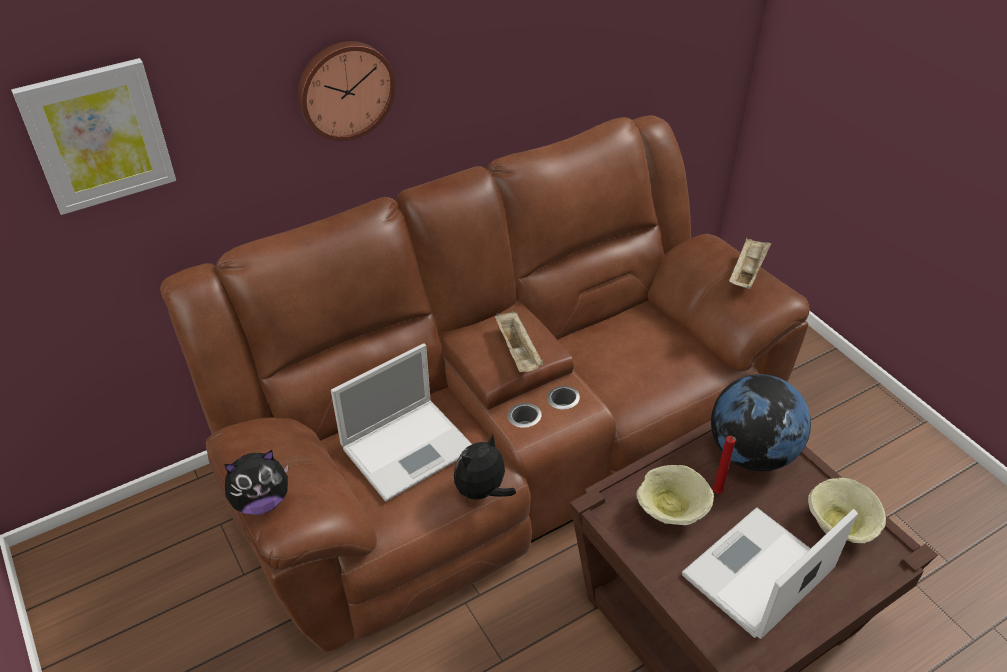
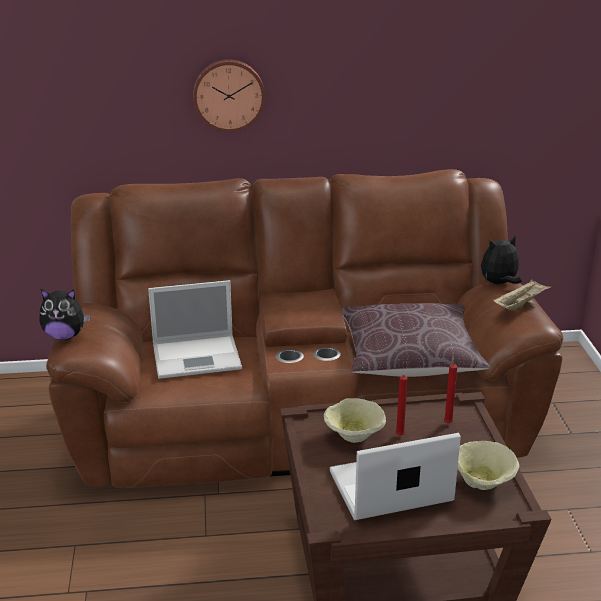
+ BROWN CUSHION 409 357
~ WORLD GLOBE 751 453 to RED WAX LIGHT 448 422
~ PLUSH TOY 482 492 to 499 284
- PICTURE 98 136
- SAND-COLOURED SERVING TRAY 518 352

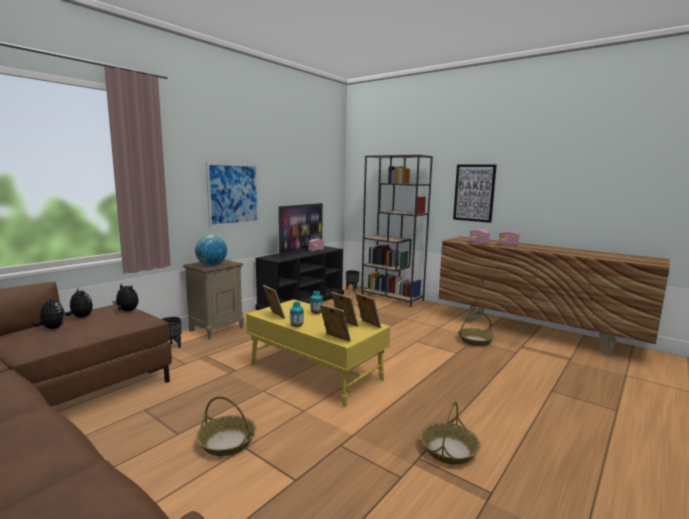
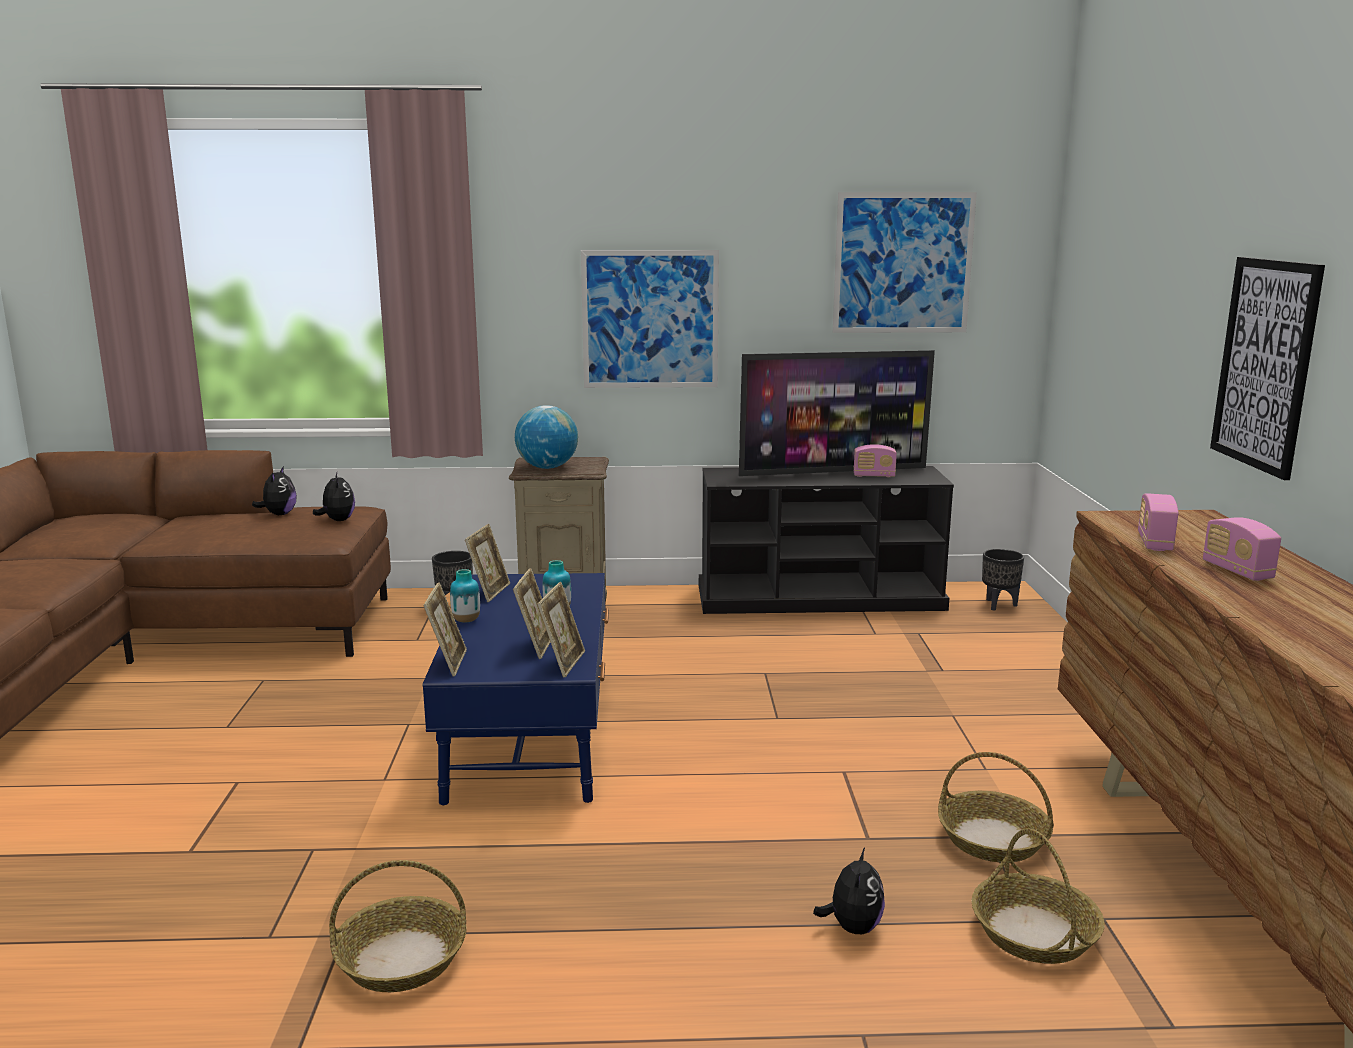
~ YELLOW LOW TABLE 314 372 to BLUE-COLOURED LOW TABLE 529 733
~ PLUSH TOY 52 328 to 852 927
+ PICTURE 903 263
~ BASKET 227 442 to 1035 933
- SHELVING UNIT 392 298

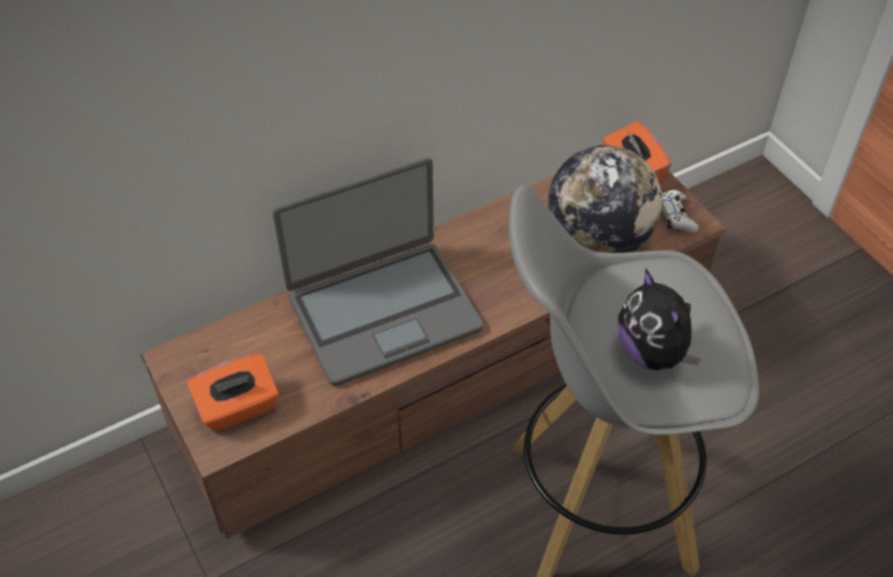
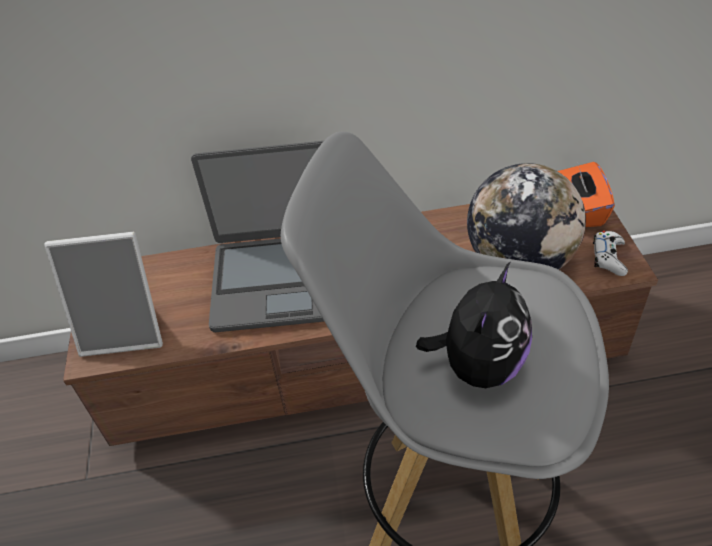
~ ORANGEY BOX OF TISSUES 238 408 to STANDING FRAME 126 329
~ PLUSH TOY 653 352 = 479 366 150 degrees counterclockwise

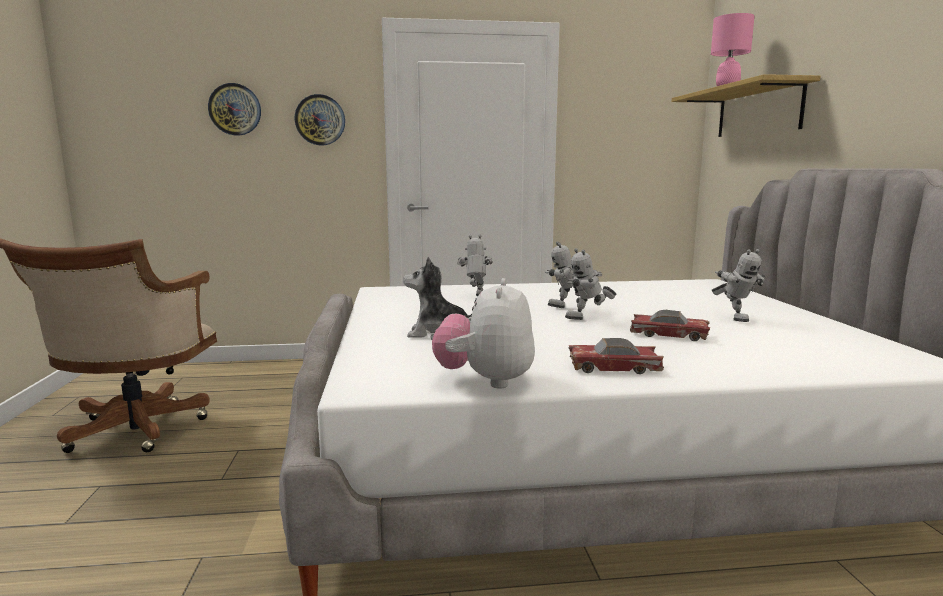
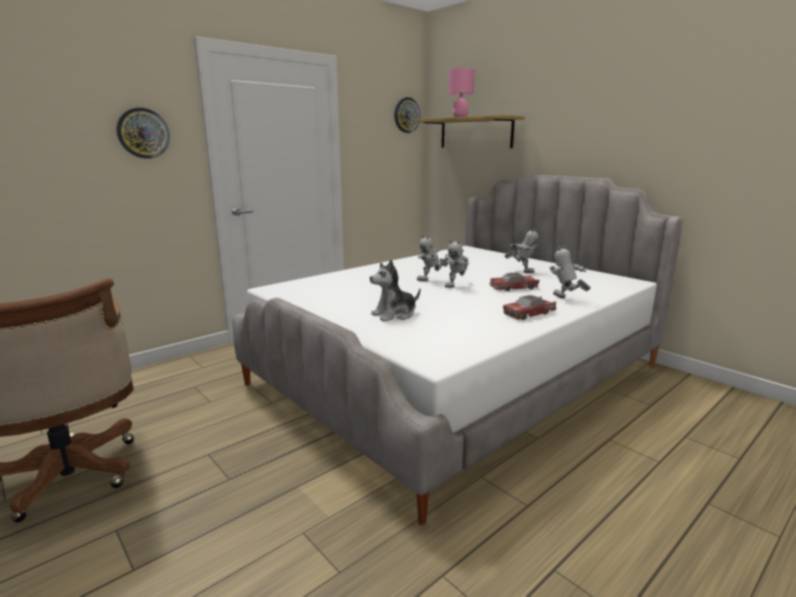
~ CLOCK ON THE WALL 235 109 to 406 115
~ MODEL ROBOT 476 297 to 565 299
- PLUSH TOY 486 381

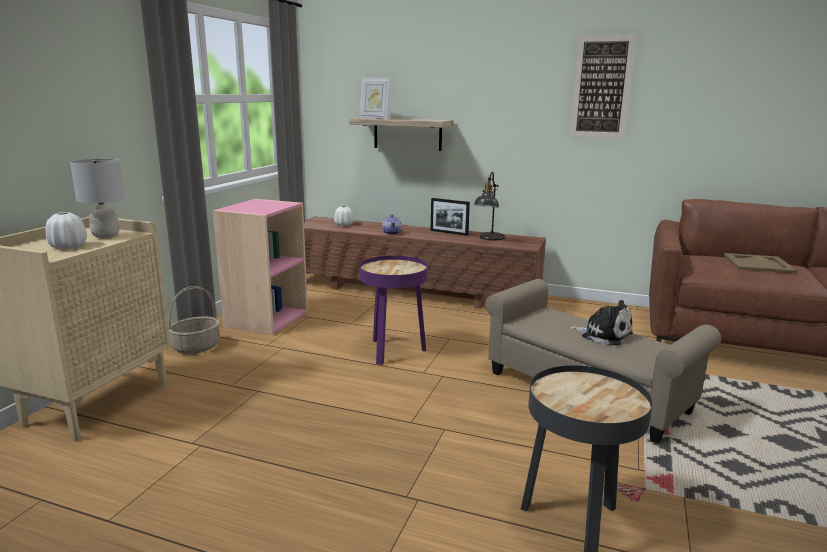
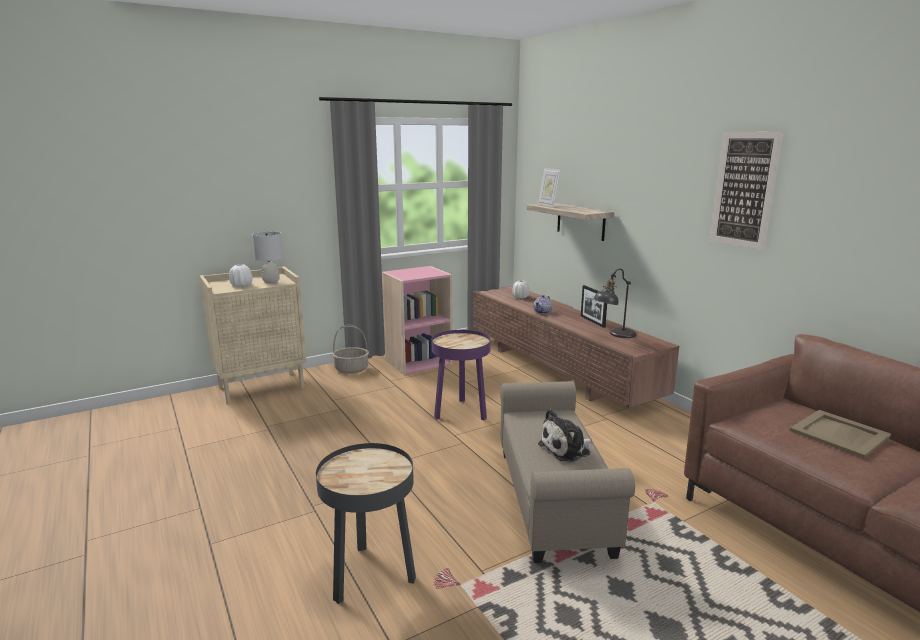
~ PLUSH TOY 603 334 = 567 449 75 degrees clockwise

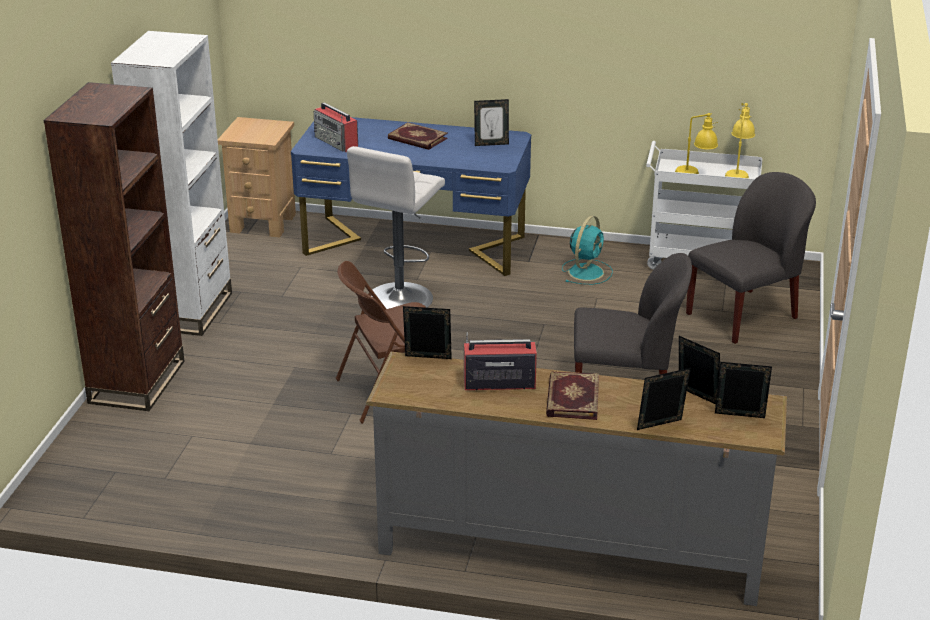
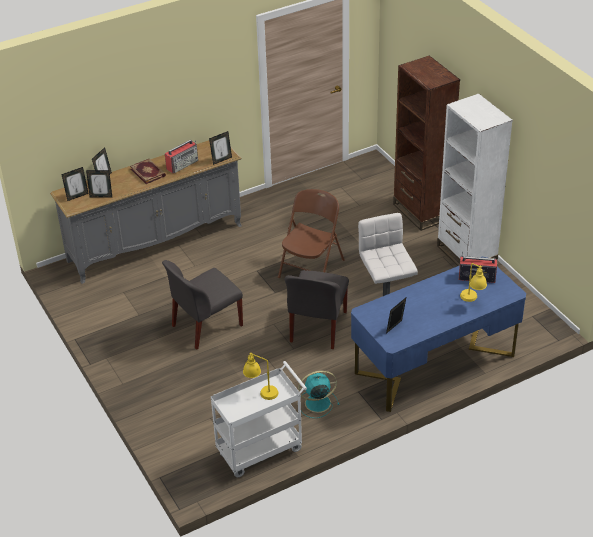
~ GREY CHAIR 744 315 to 317 328
~ TURQUOISE COOLING FAN 586 271 = 316 403 90 degrees clockwise
~ YELLOW TABLETOP LAMP 737 172 to 472 300
- SAND-COLOURED NIGHT TABLE 263 223
- VOLUME 417 139

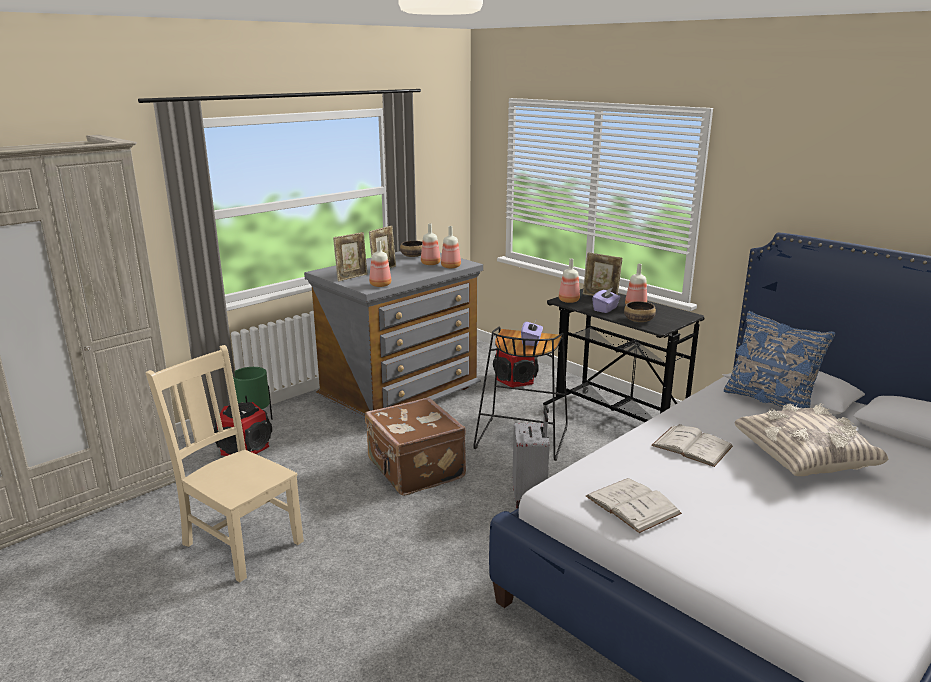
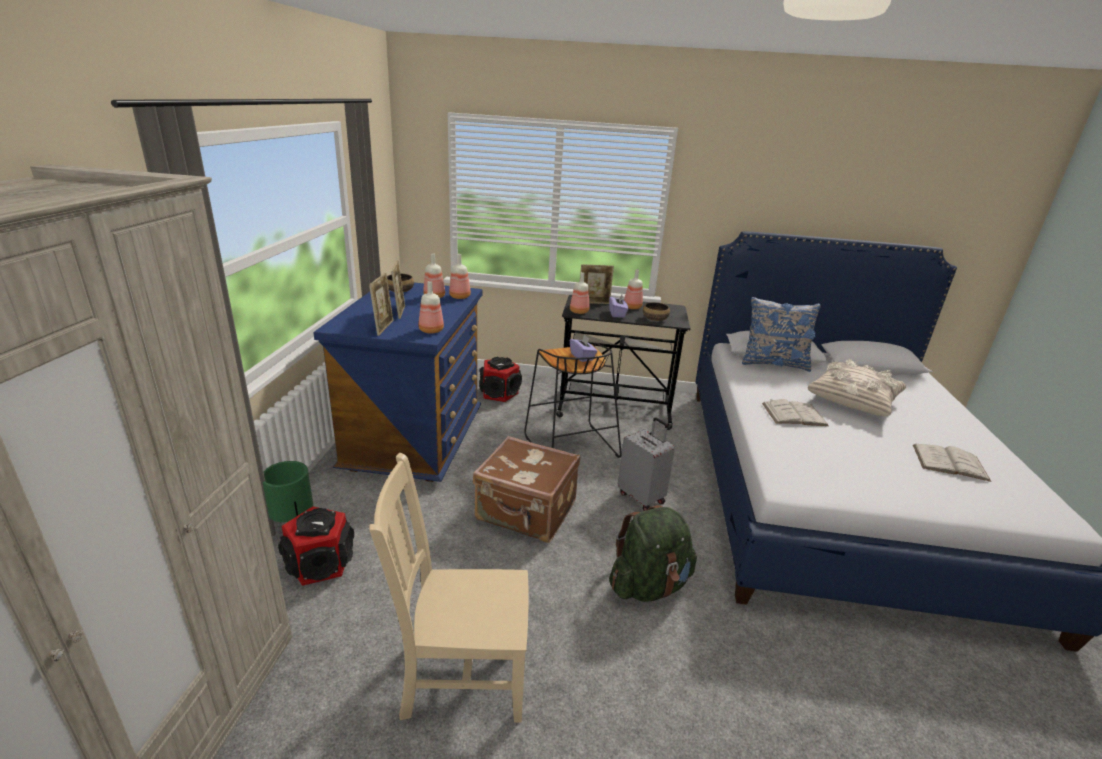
~ GREY DRAWER CHEST 400 394 to BLUE-COLOURED DRAWER CHEST 415 439
+ GREEN BACKPACK 649 585
~ WHITE VOLUME 632 505 to 949 462

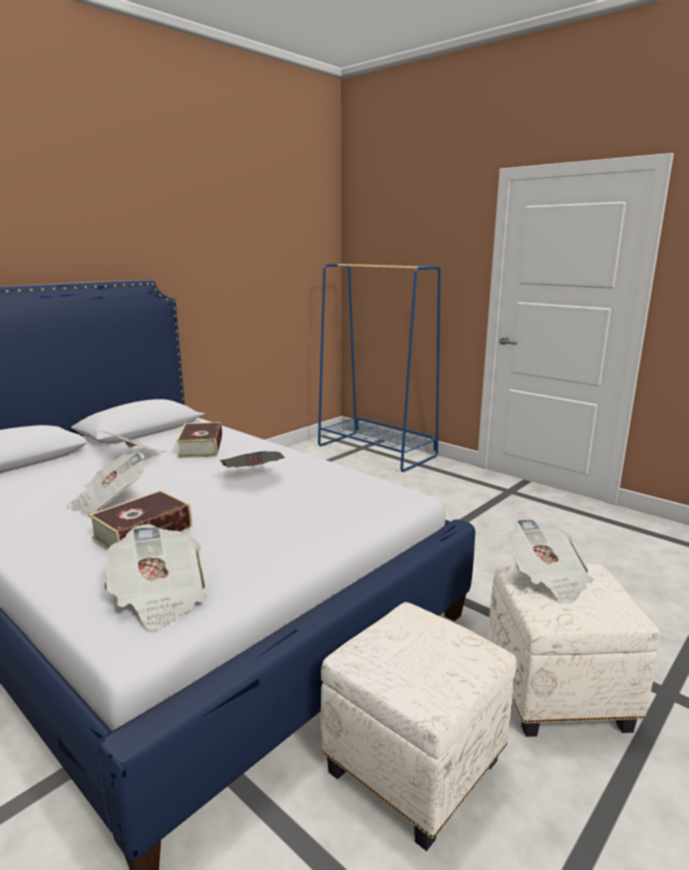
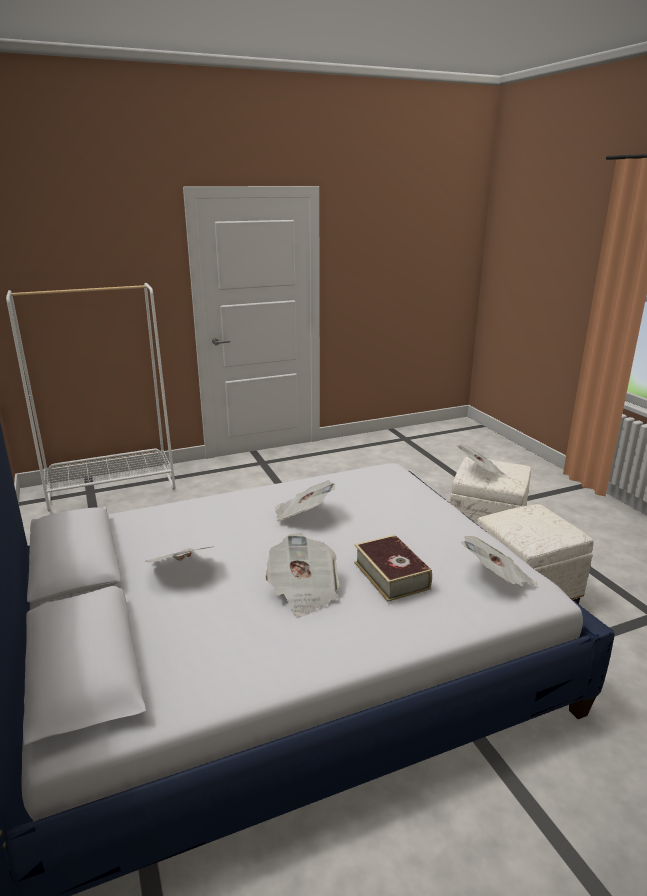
~ BLUE-COLOURED CLOTHES RACK 376 451 to WHITE CLOTHES RACK 111 487
- VOLUME 201 447

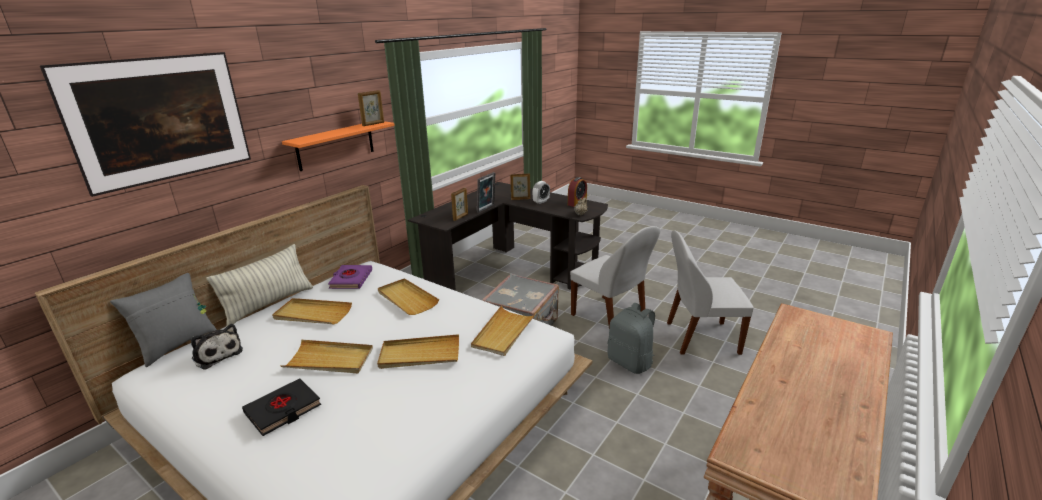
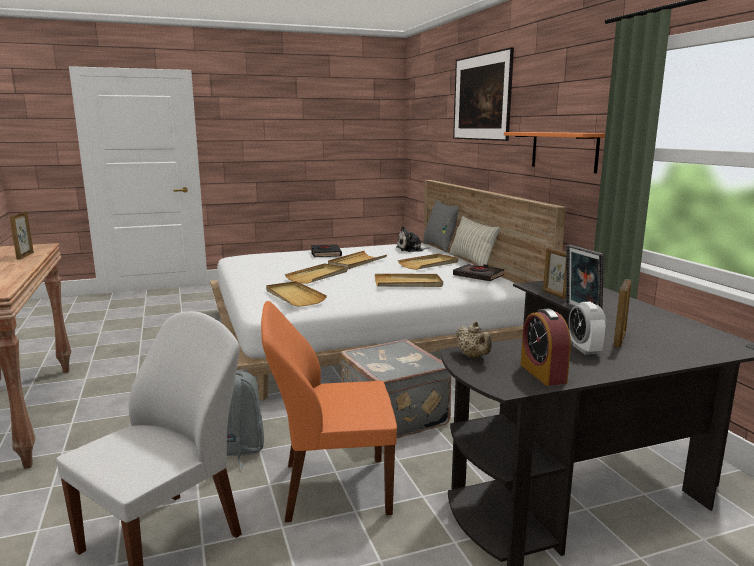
~ STANDING FRAME 373 124 to 25 256
~ WHITE CHAIR 609 317 to ORANGEY CHAIR 332 488
~ PURPLE VOLUME 351 280 to BLACK VOLUME 478 276

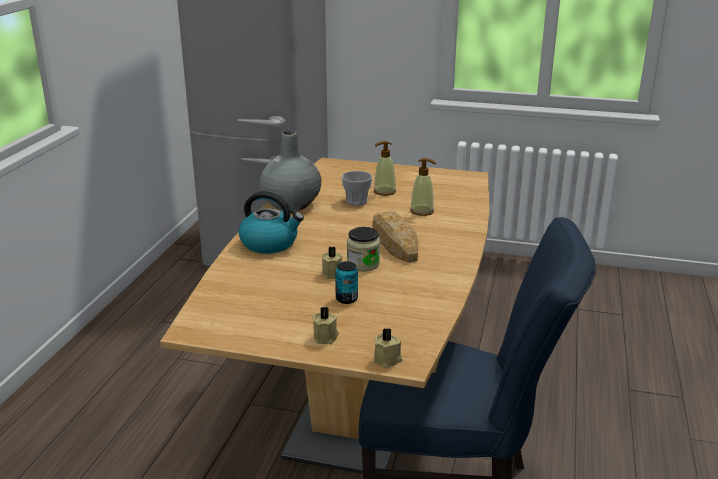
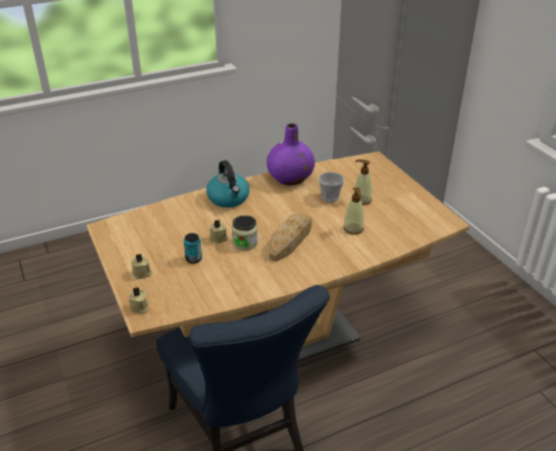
~ GREY VASE 291 204 to PURPLE VASE 290 178

